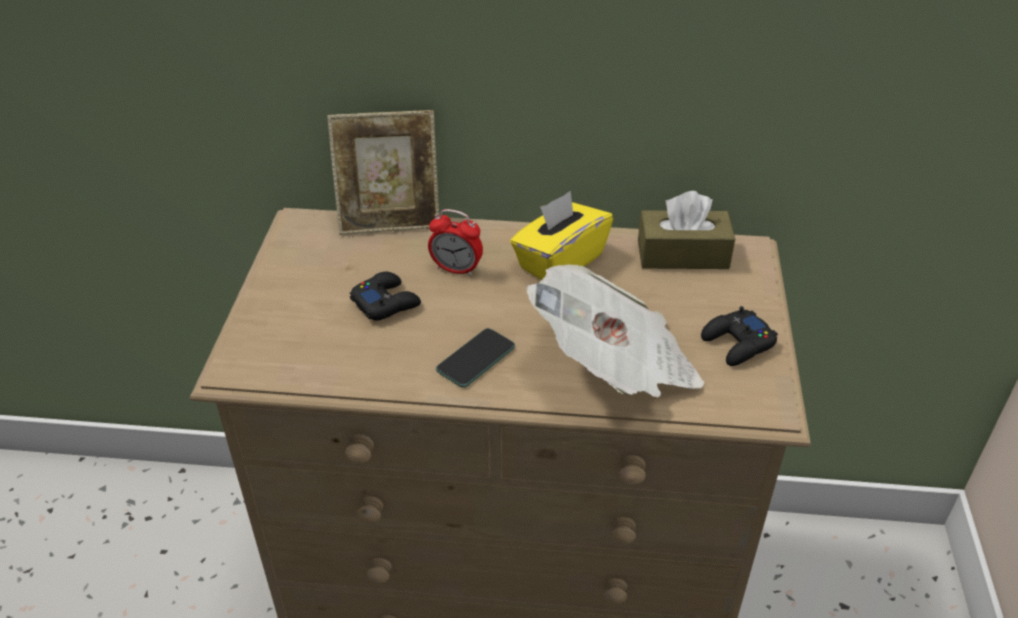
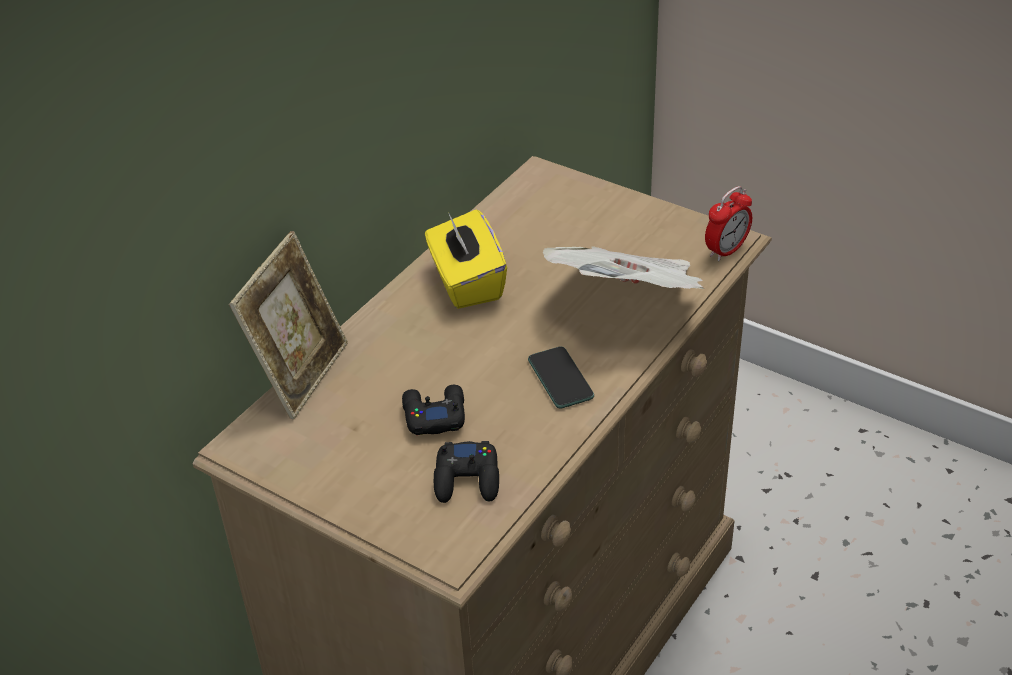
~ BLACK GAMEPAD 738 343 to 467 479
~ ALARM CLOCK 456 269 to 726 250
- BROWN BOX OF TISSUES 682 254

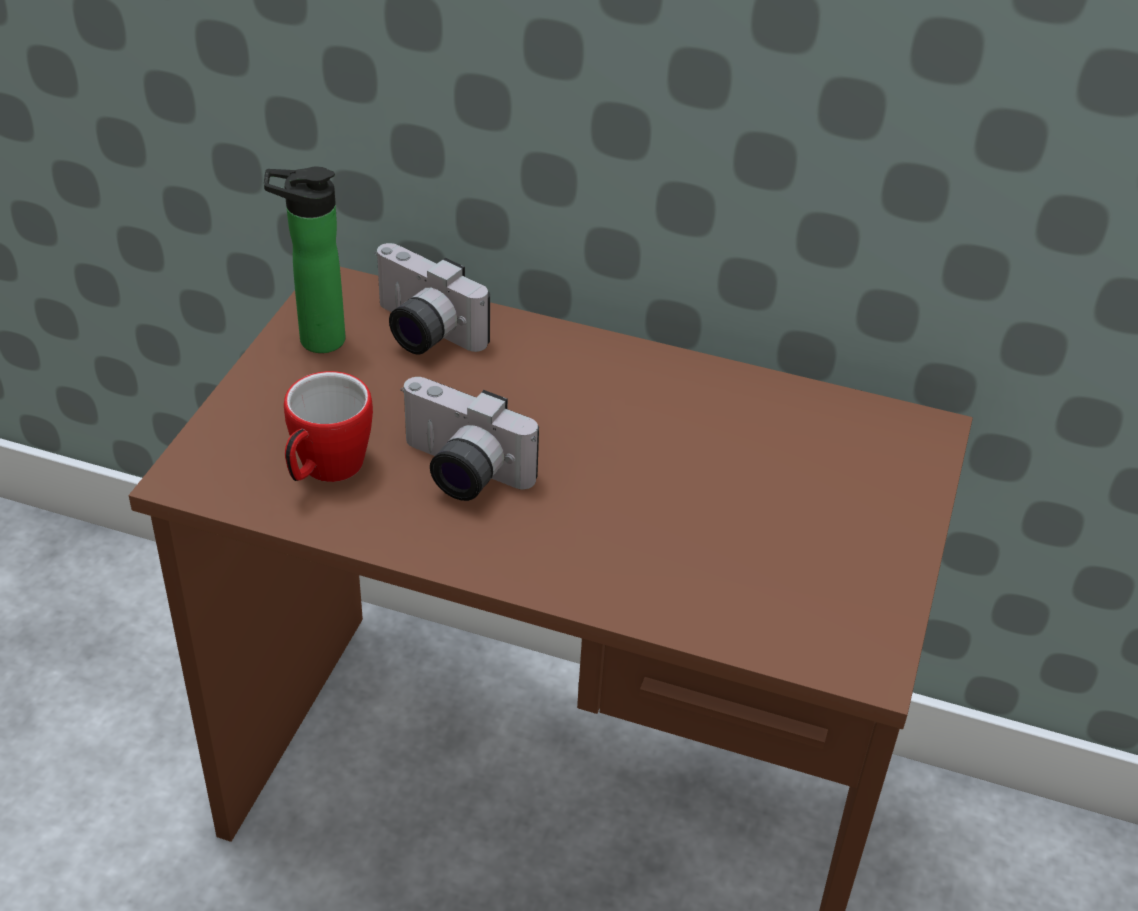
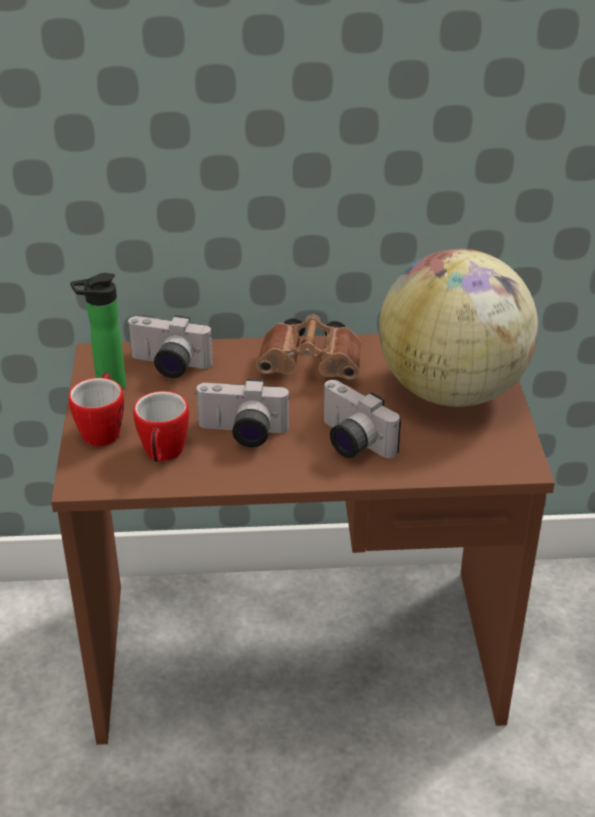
+ MUG 103 429
+ BROWN BINOCULARS 313 367
+ PHOTO CAMERA 350 442
+ WORLD GLOBE 451 391

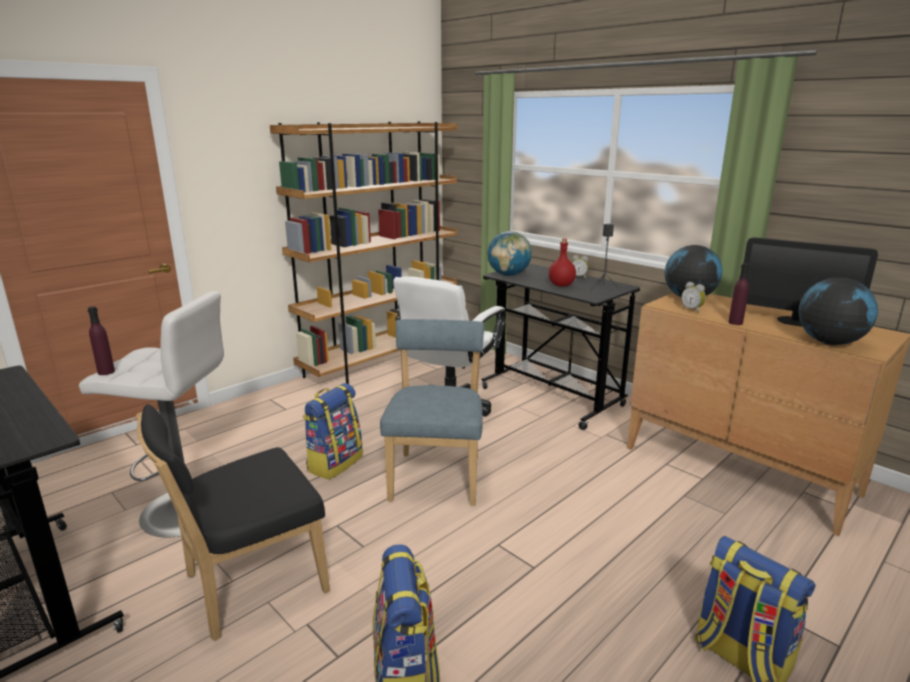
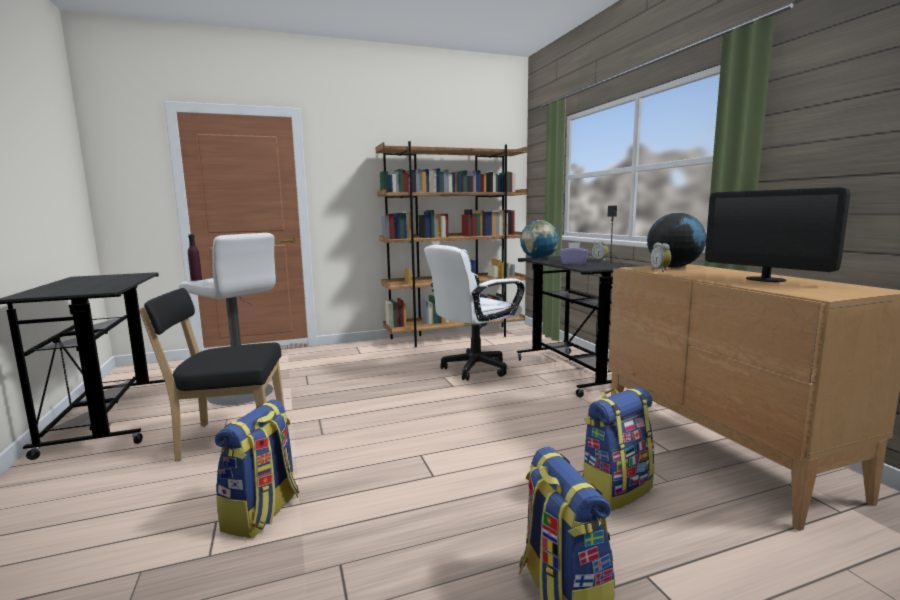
~ RED BEVERAGE BOTTLE 561 285 to PURPLE BOX OF TISSUES 573 263
~ BACKPACK 334 463 to 615 489
- BLUE-COLOURED CHAIR 437 475
- PURPLE BEVERAGE BOTTLE 735 322
- WORLD GLOBE 829 342

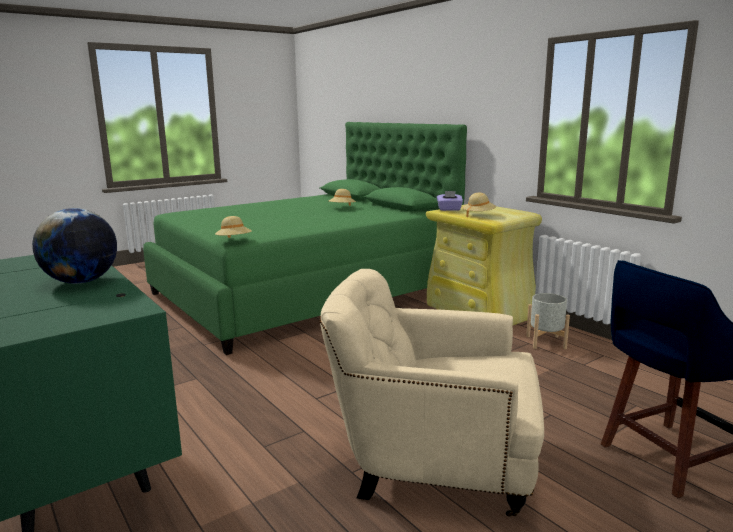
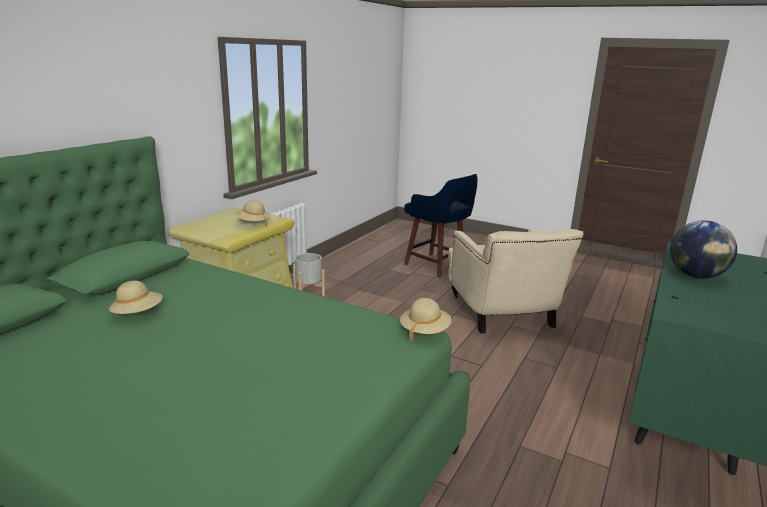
- PURPLE BOX OF TISSUES 449 209

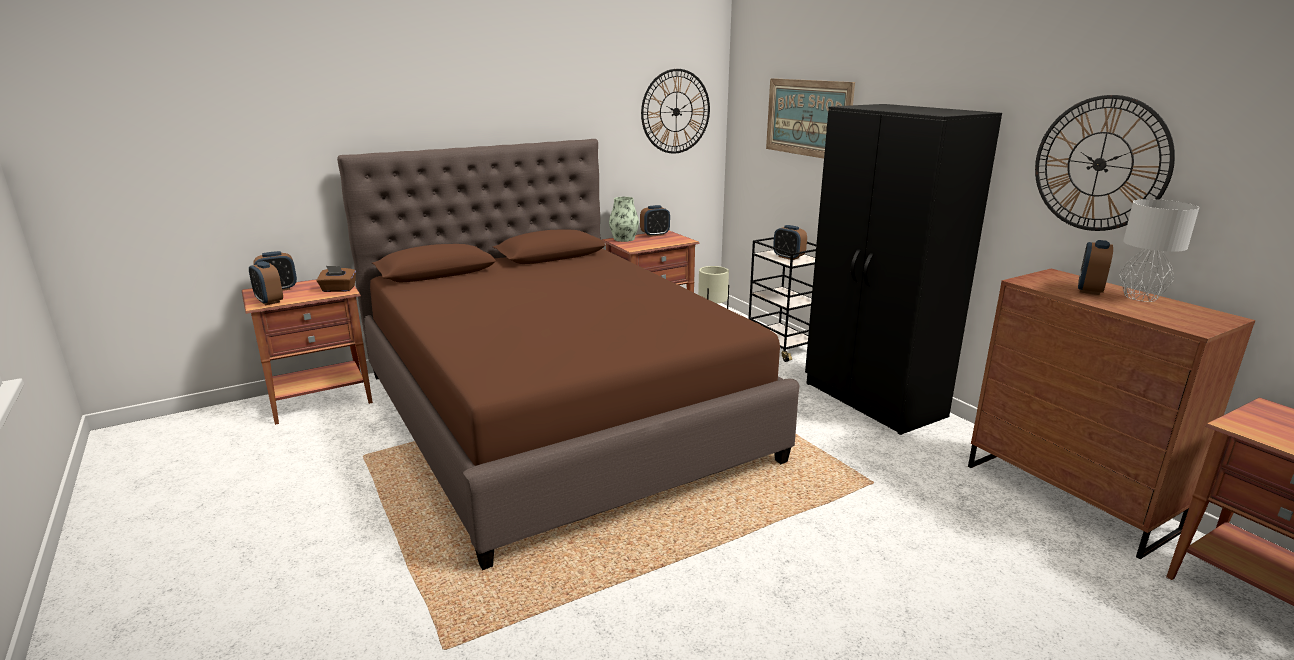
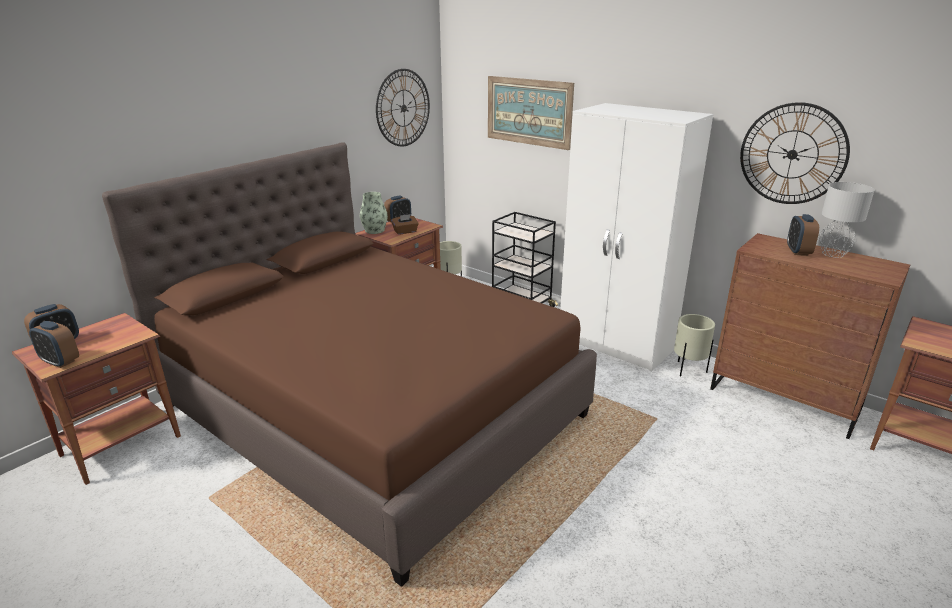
~ BROWN BOX OF TISSUES 338 289 to 405 232
~ BLACK CLOTHES CUPBOARD 873 400 to WHITE CLOTHES CUPBOARD 616 344
+ SAND-COLOURED FLOWER POT 688 370
- ALARM CLOCK 788 257

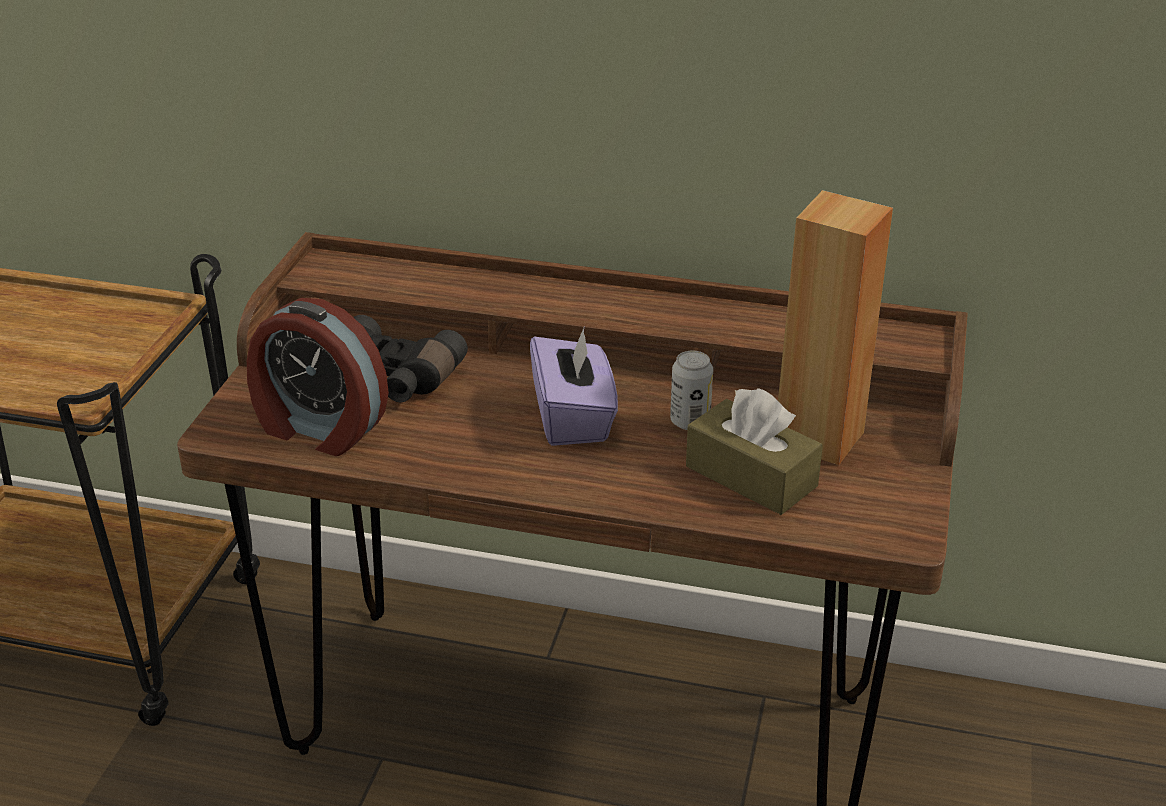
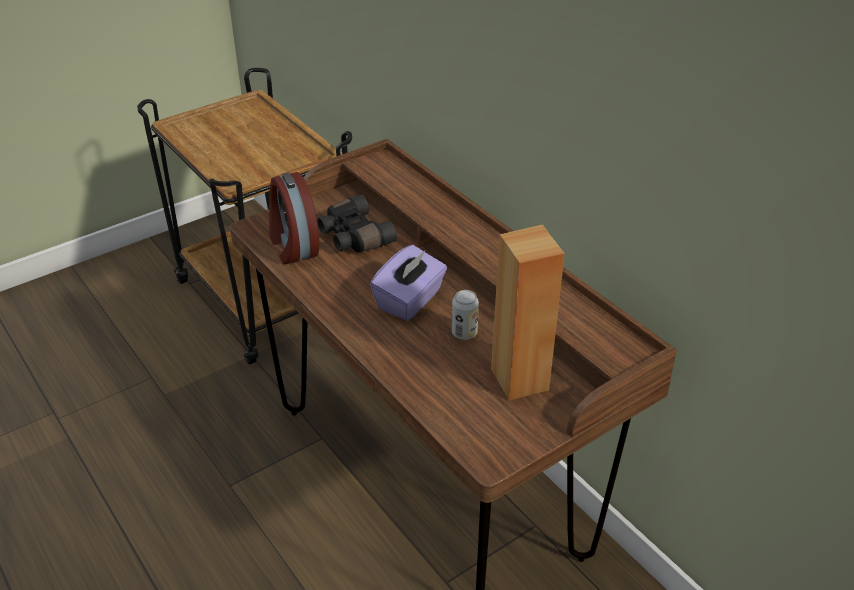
- BROWN BOX OF TISSUES 751 476

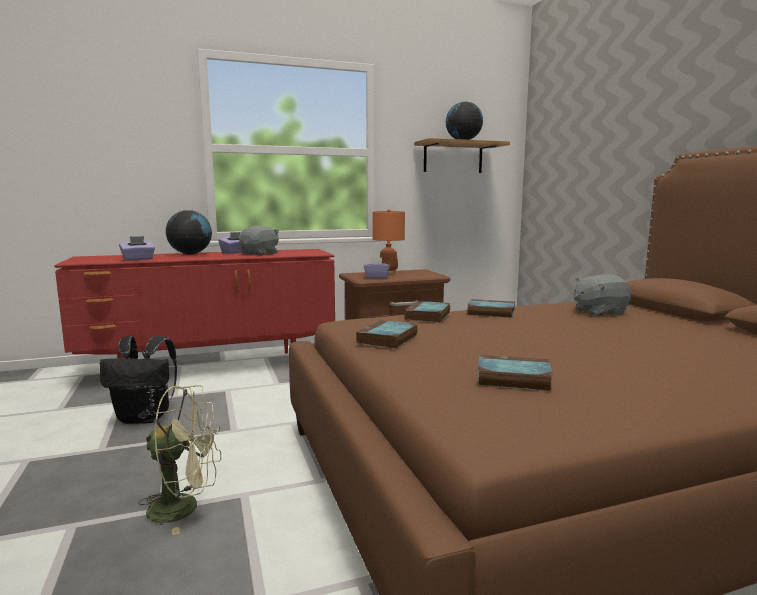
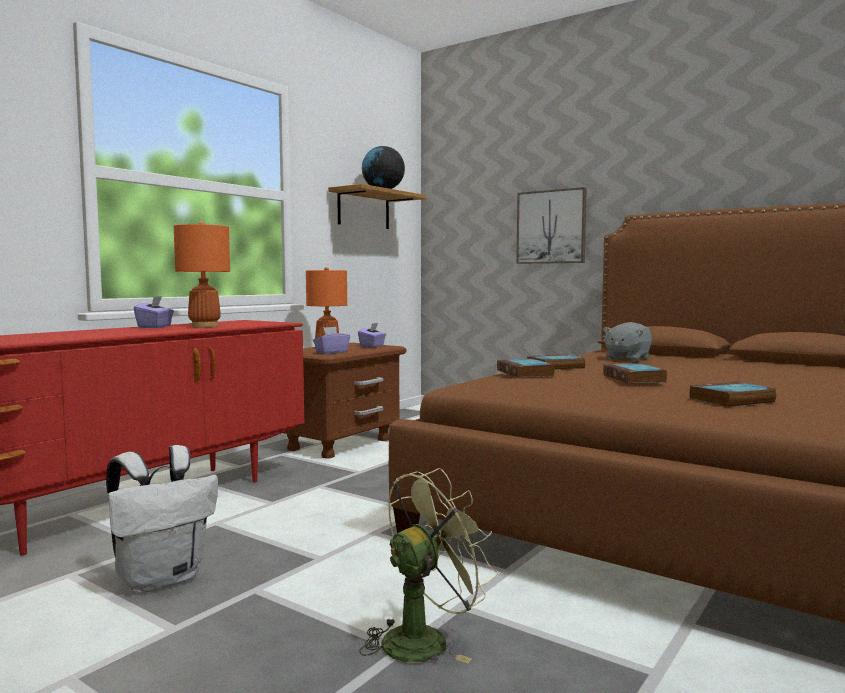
~ BLACK BACKPACK 145 418 to WHITE BACKPACK 162 579
~ GREY PLUSH TOY 260 254 to ORANGEY TABLETOP LAMP 204 326
~ PURPLE BOX OF TISSUES 138 259 to 372 346
+ PICTURE 551 227
~ VOLUME 387 339 to 635 379
- WORLD GLOBE 190 254

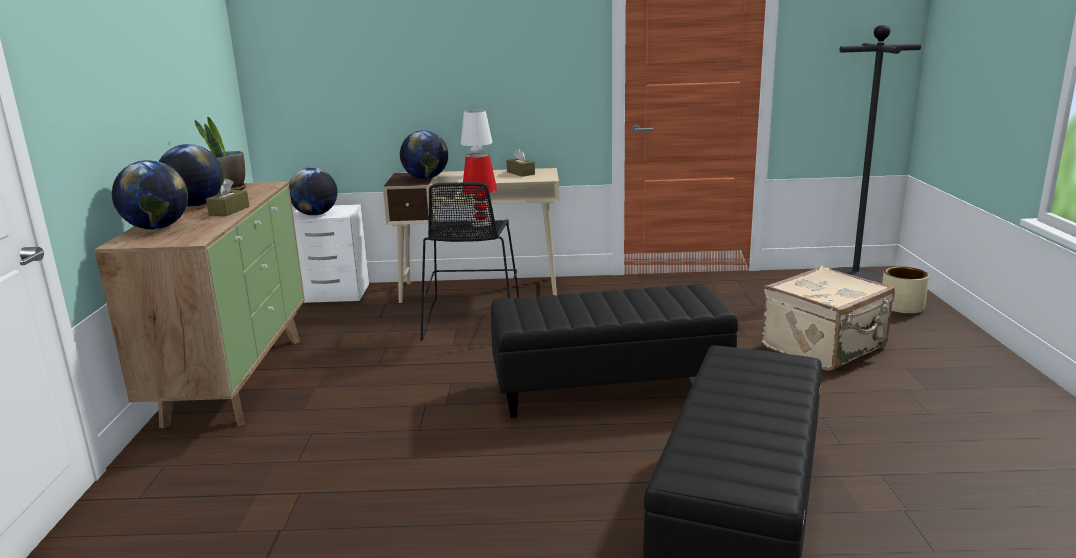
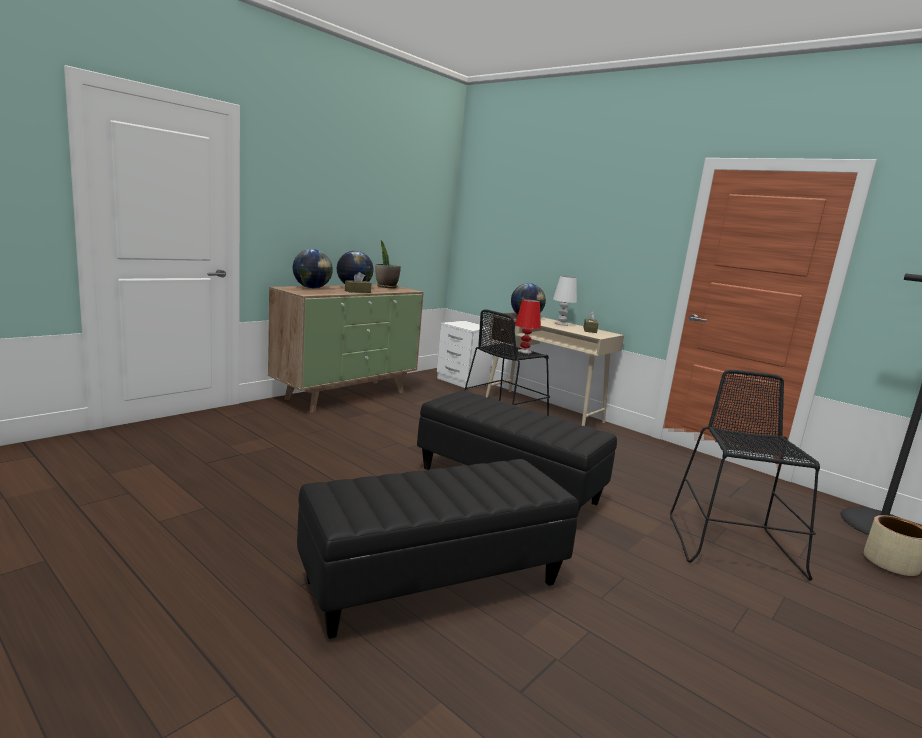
~ SAND-COLOURED PIECE OF LUGGAGE 825 347 to BLACK SITTING STOOL 733 547
- WORLD GLOBE 315 214

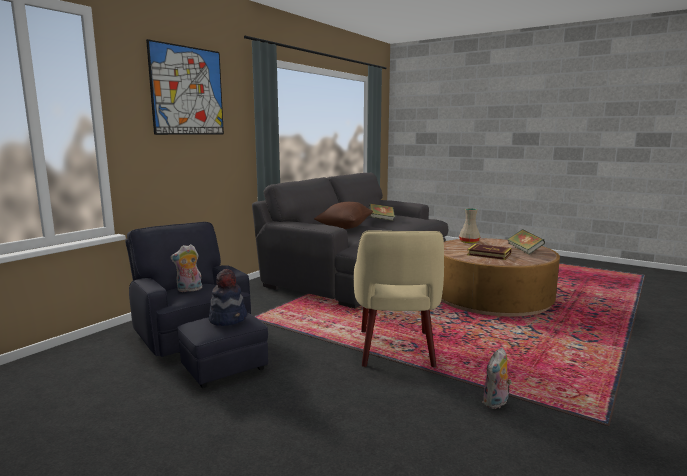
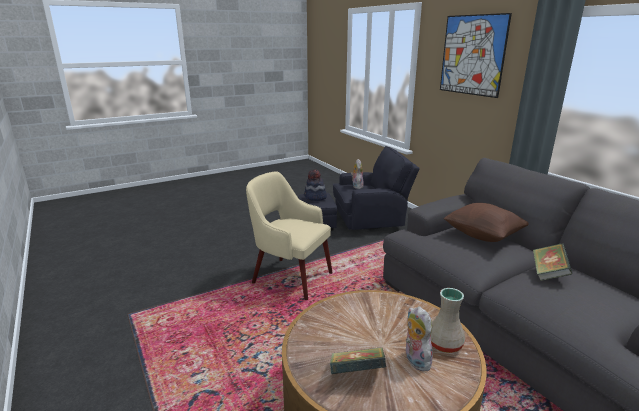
~ PLUSH TOY 496 403 to 415 360
- VOLUME 489 254

